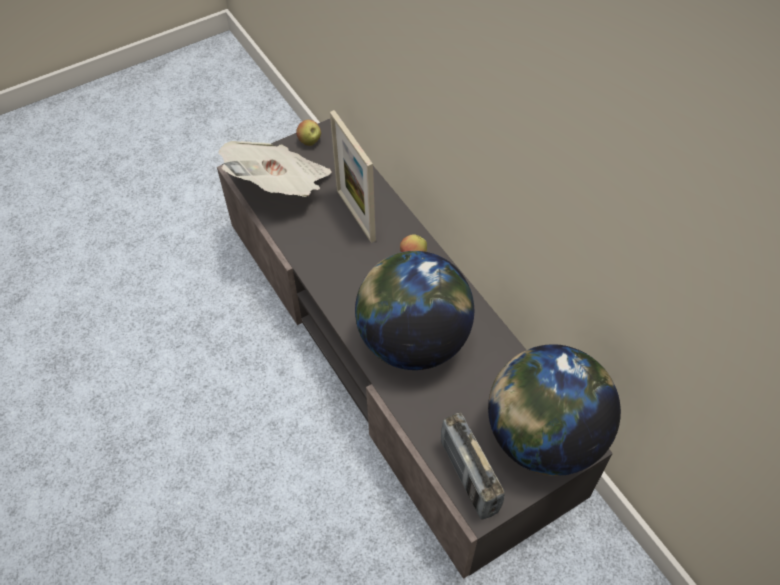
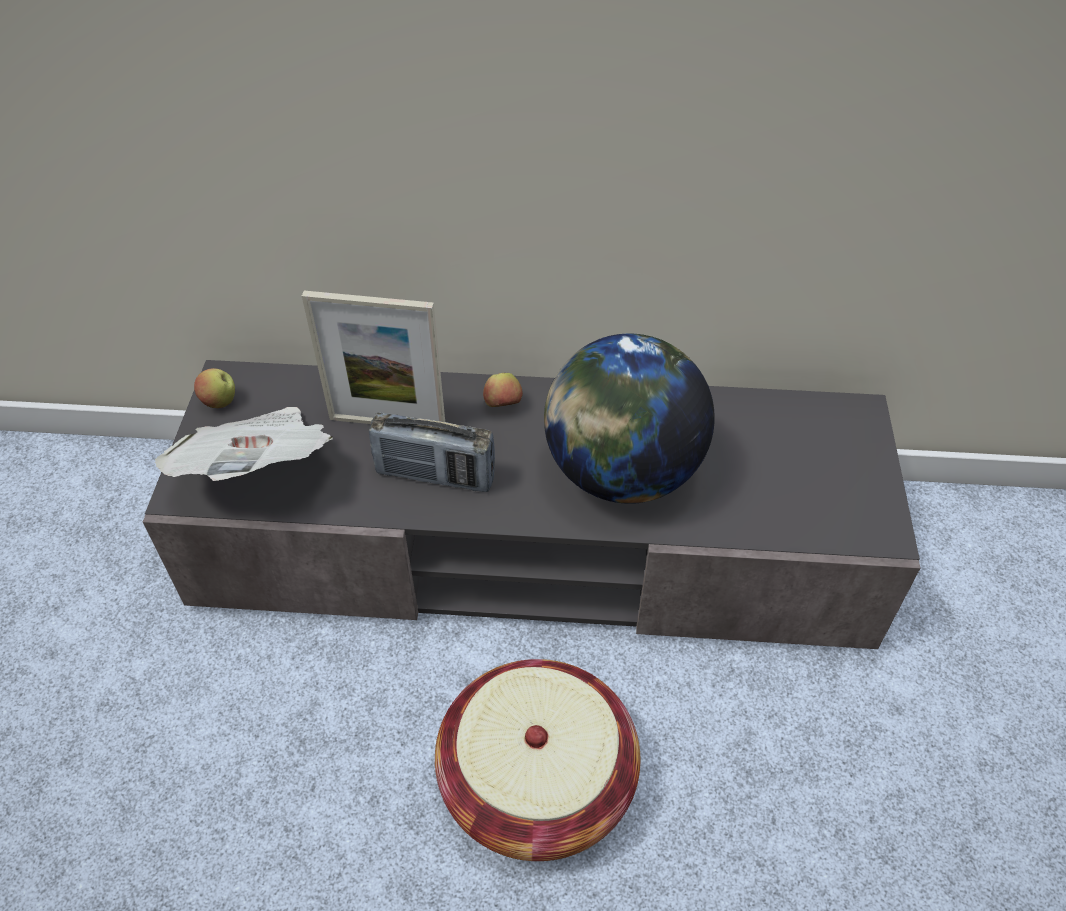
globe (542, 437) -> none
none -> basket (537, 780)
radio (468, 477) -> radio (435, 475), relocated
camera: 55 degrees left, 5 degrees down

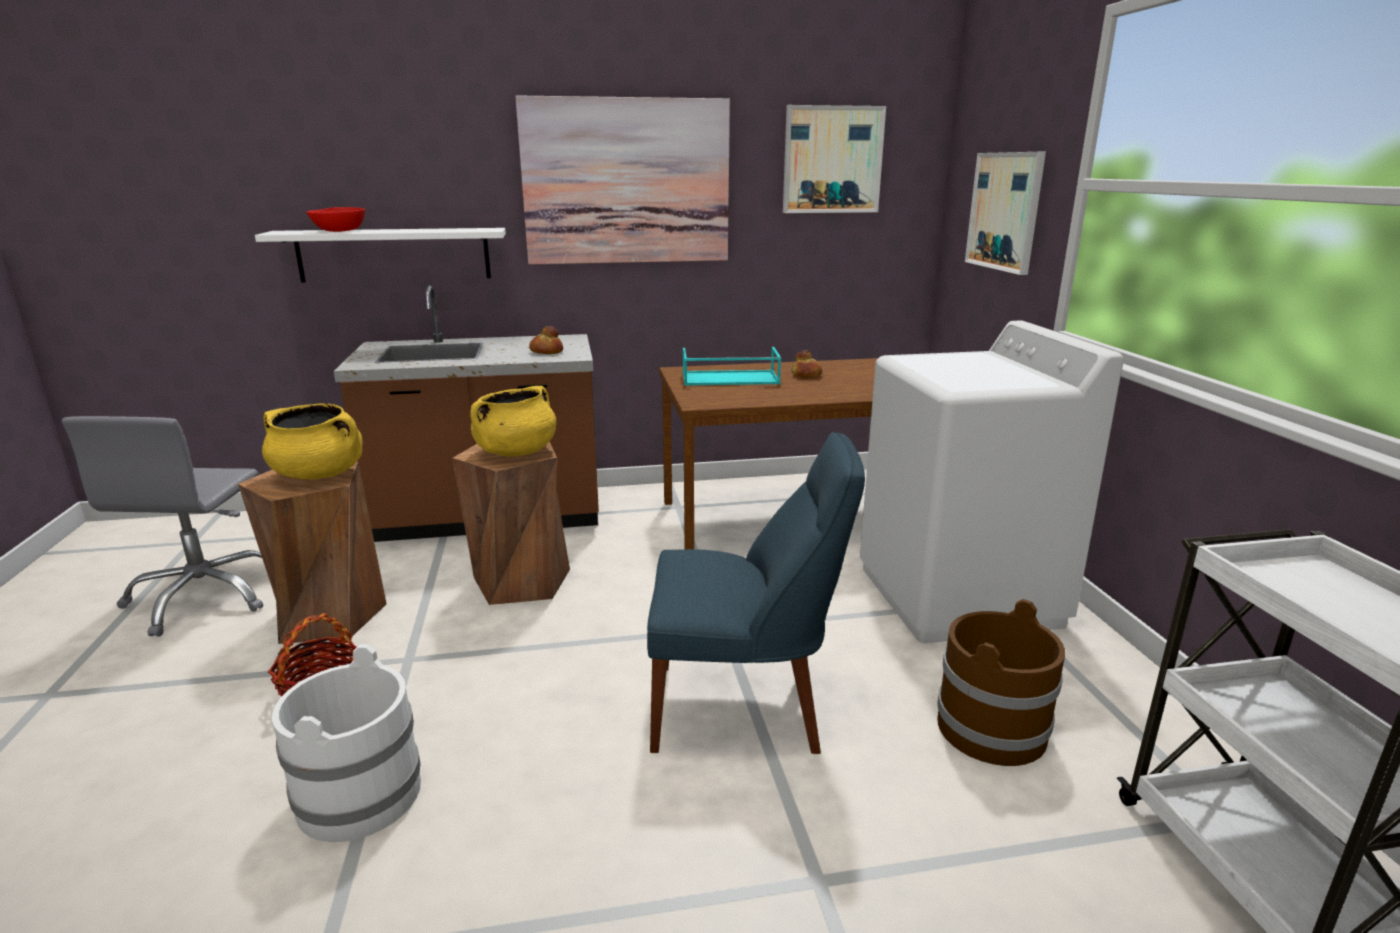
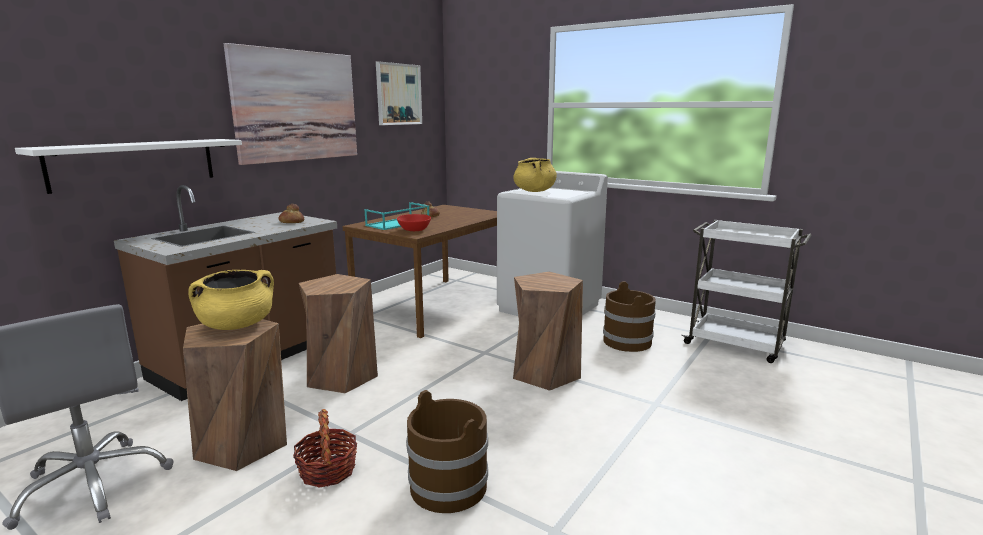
picture (1005, 211) -> none
red bowl (339, 231) -> red bowl (414, 230), relocated
yellow cooking pot (516, 452) -> yellow cooking pot (534, 191), relocated
blue chair (744, 708) -> brown stool (545, 373)
white bucket (359, 794) -> brown bucket (448, 486)
camera: 45 degrees left, 5 degrees down

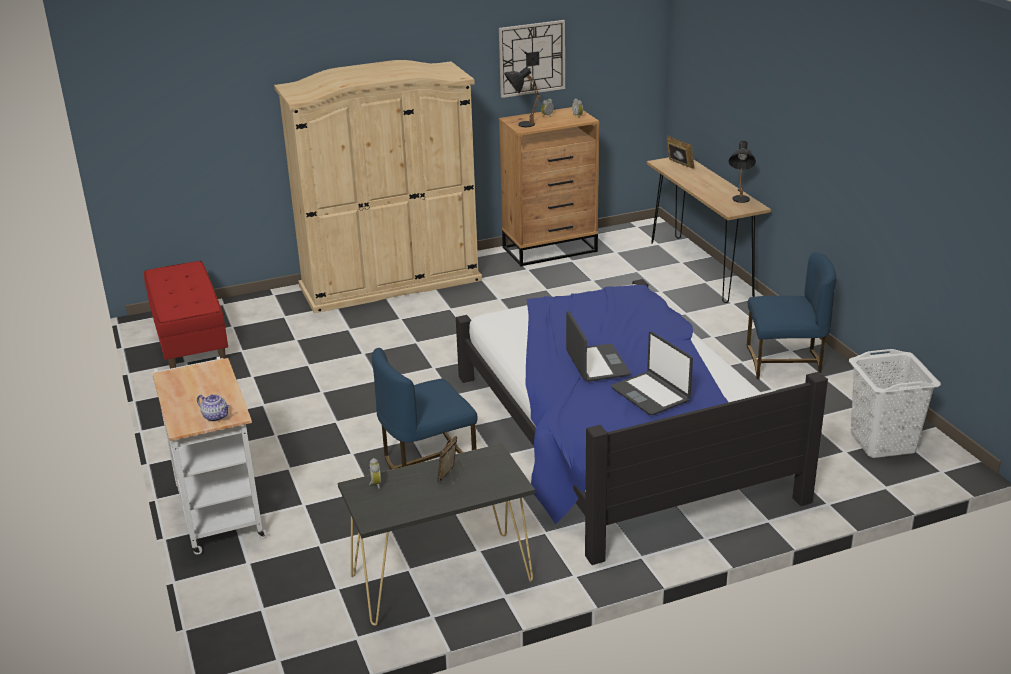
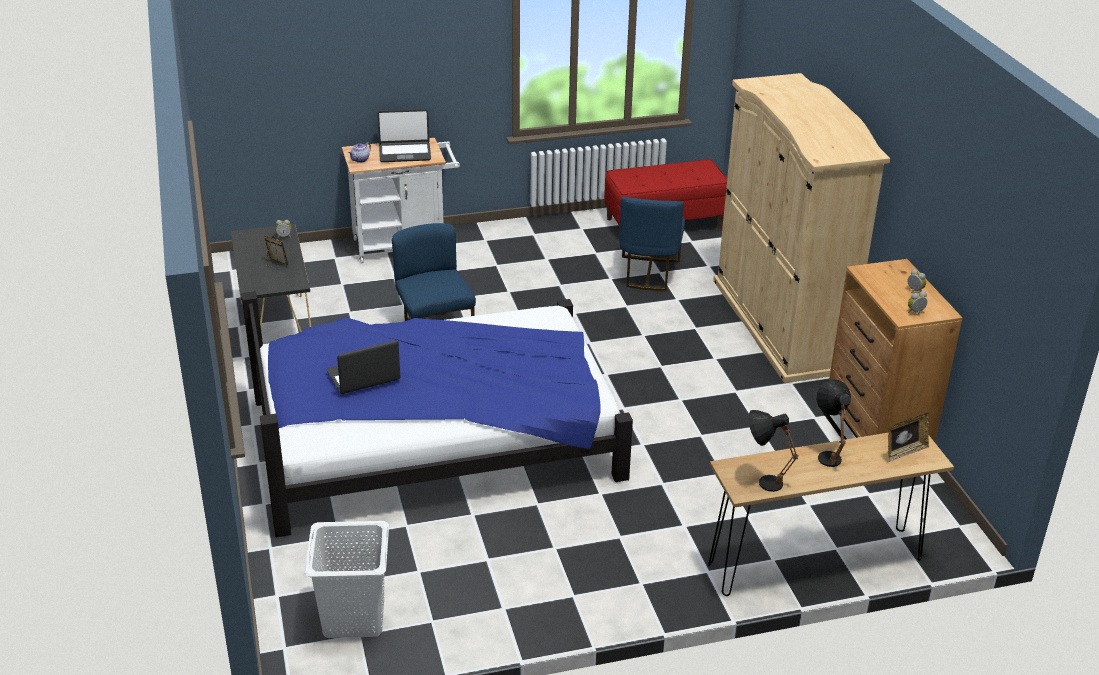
wall clock (532, 58) -> none
black table lamp (520, 125) -> black table lamp (828, 453), relocated
laptop (596, 364) -> laptop (405, 153), relocated
blue chair (784, 362) -> blue chair (648, 273), relocated
camera: 95 degrees right, 5 degrees up

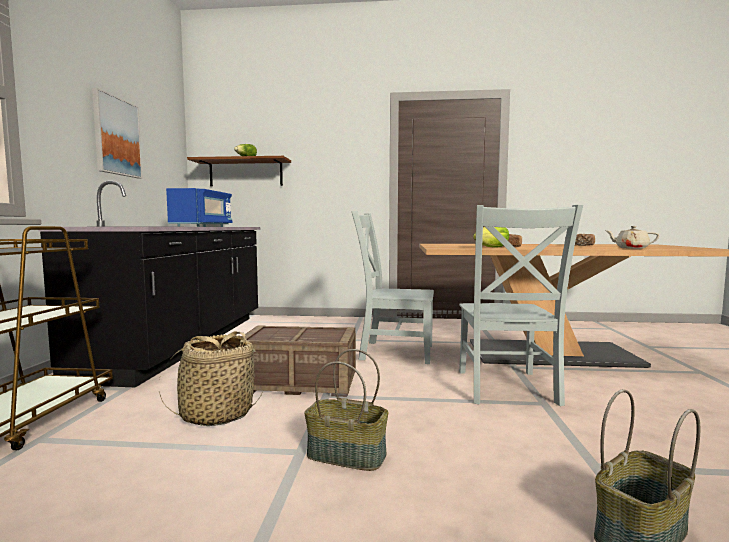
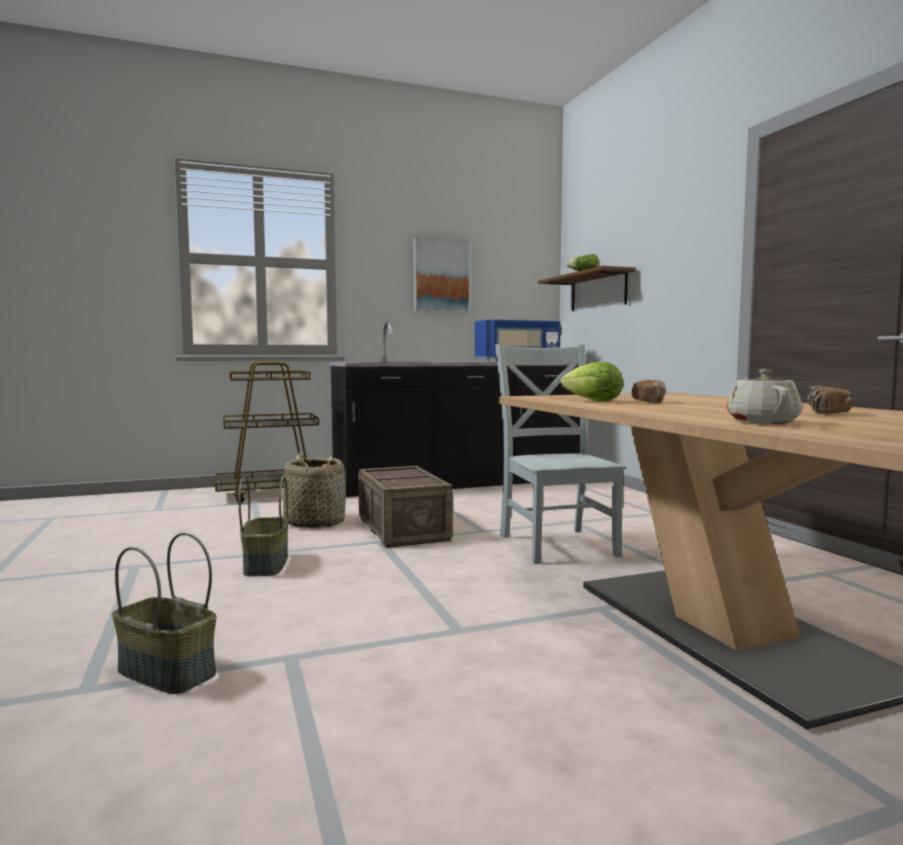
grey chair (506, 389) -> none
camera: 65 degrees right, 0 degrees up

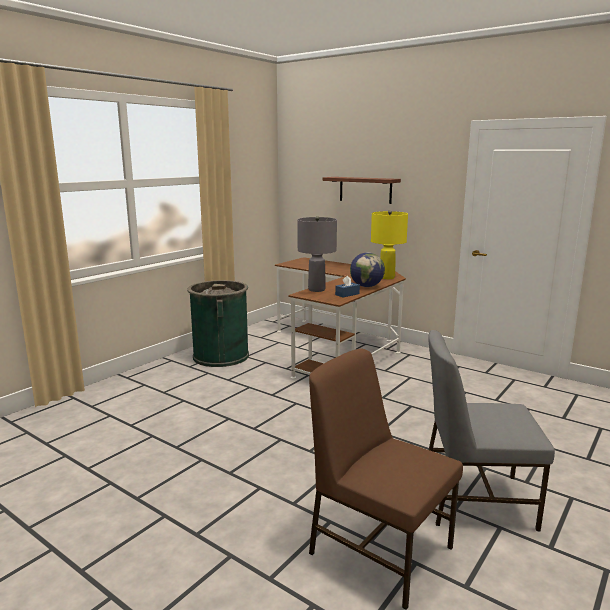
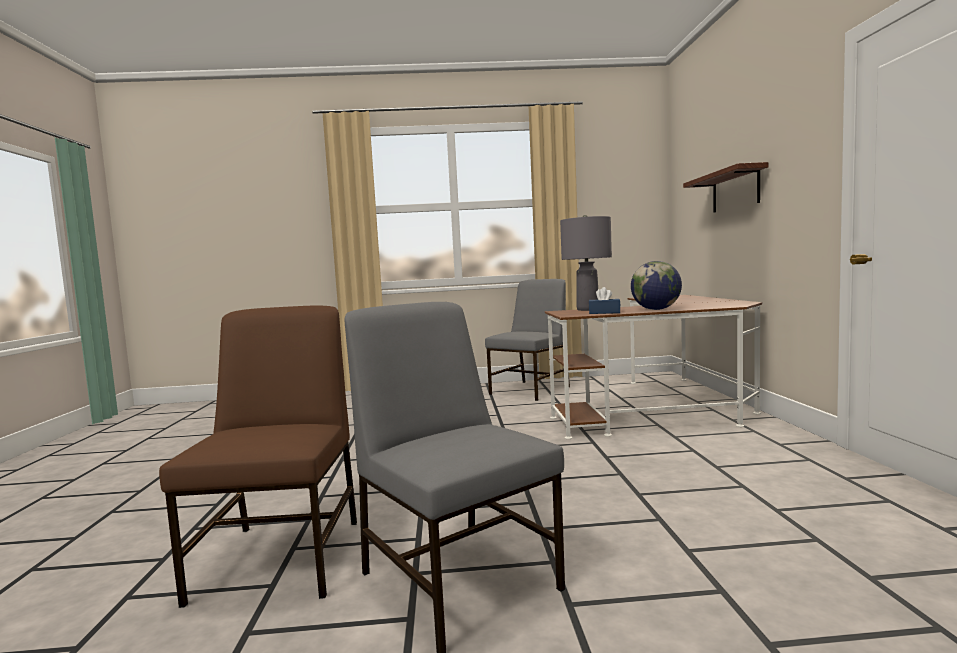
yellow table lamp (387, 277) -> none
green trash can (221, 356) -> grey chair (531, 390)
camera: 50 degrees right, 10 degrees down

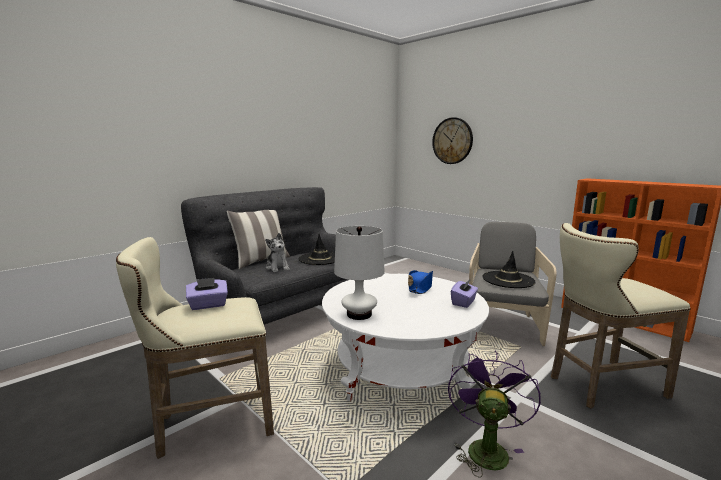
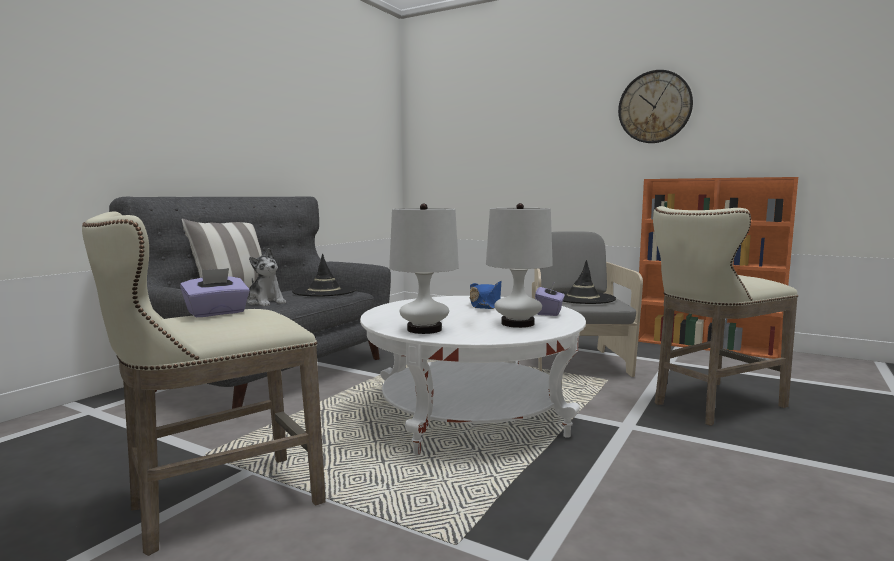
purple fan (486, 448) -> none
none -> white table lamp (517, 323)
wall clock (452, 141) -> wall clock (654, 107), relocated
camera: 15 degrees left, 5 degrees down

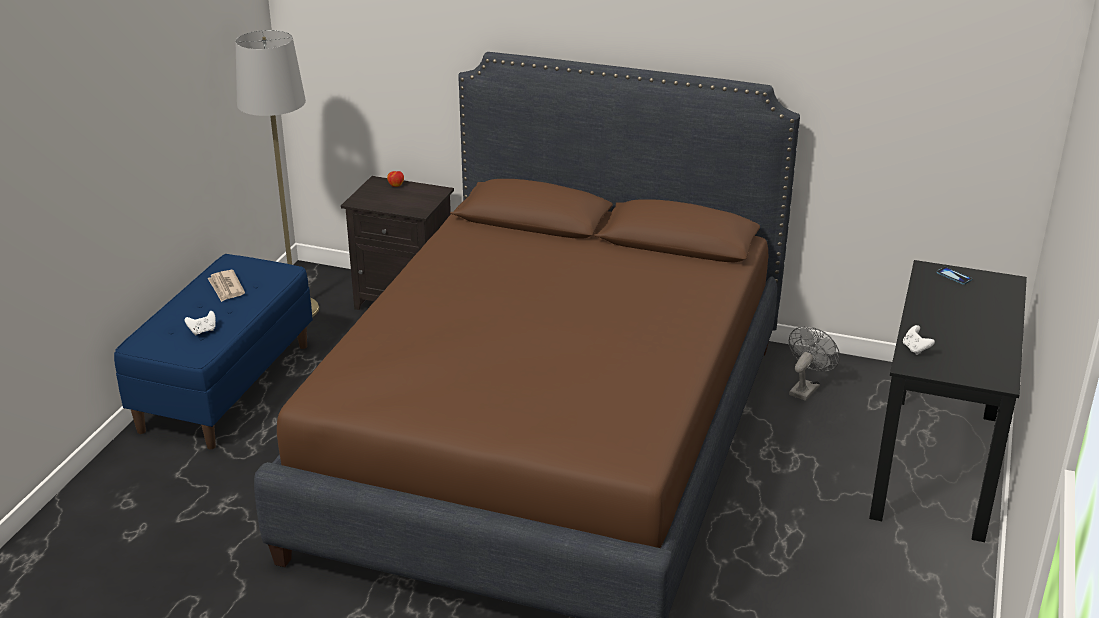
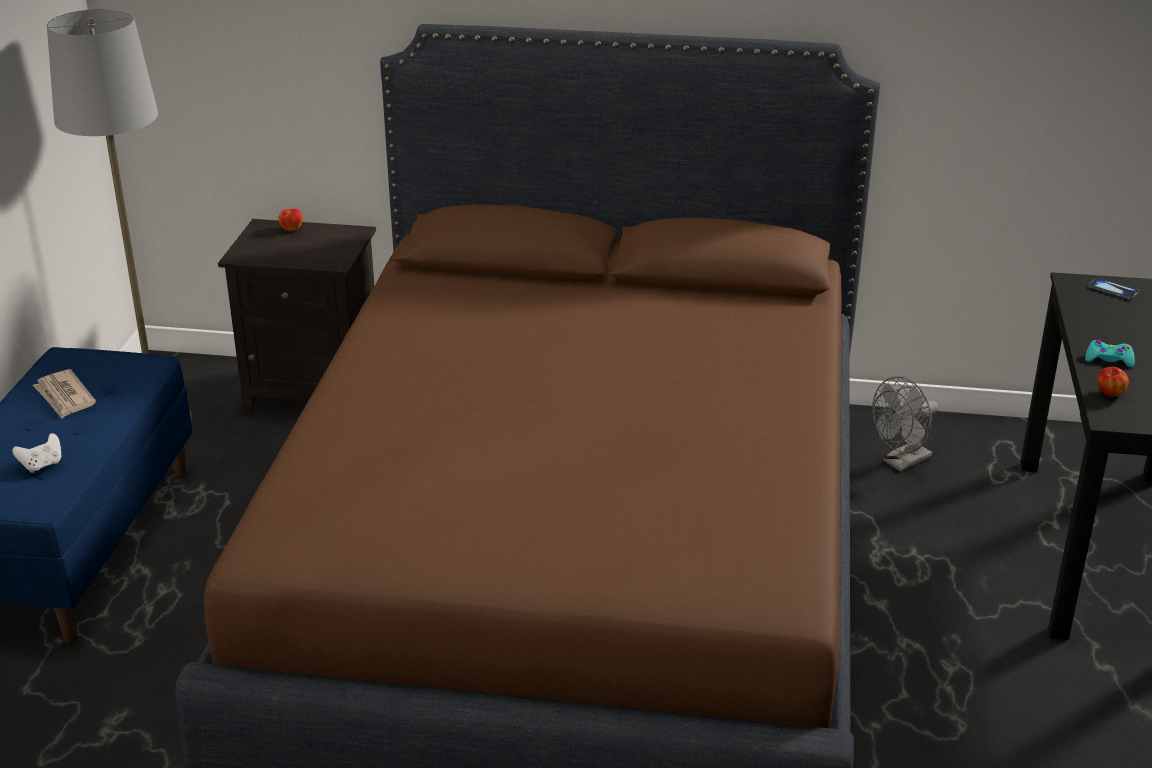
none -> turquoise game controller (1108, 359)
white game controller (915, 349) -> apple (1110, 394)
grey fan (806, 388) -> grey fan (902, 462), 150 degrees counterclockwise
camera: 10 degrees left, 0 degrees up

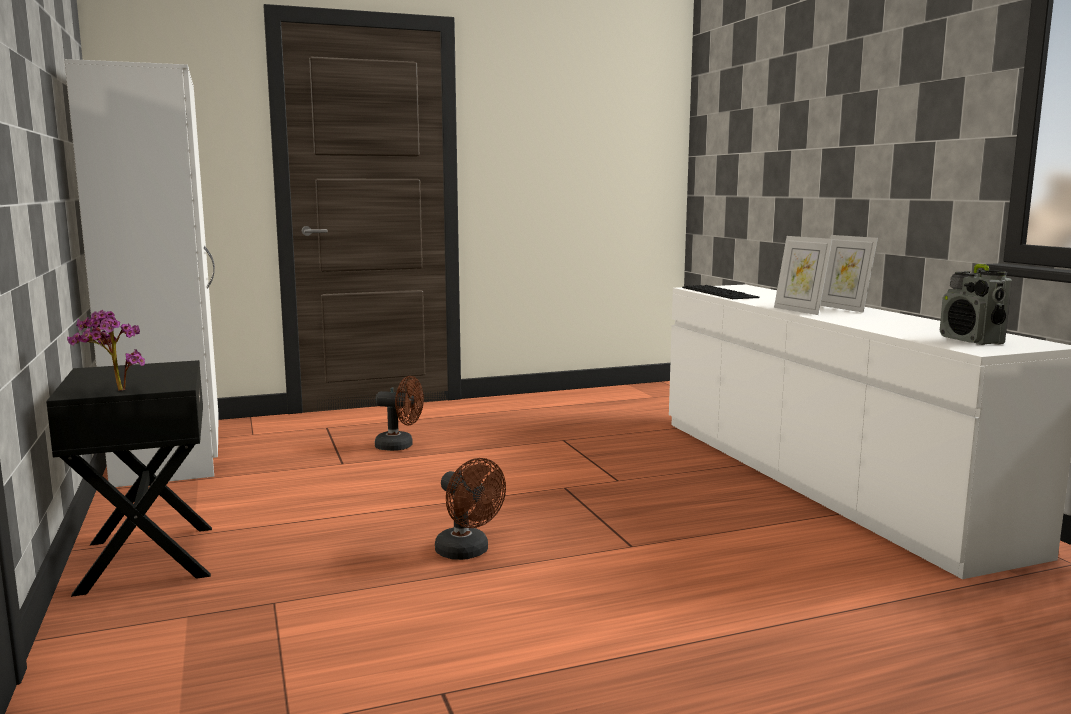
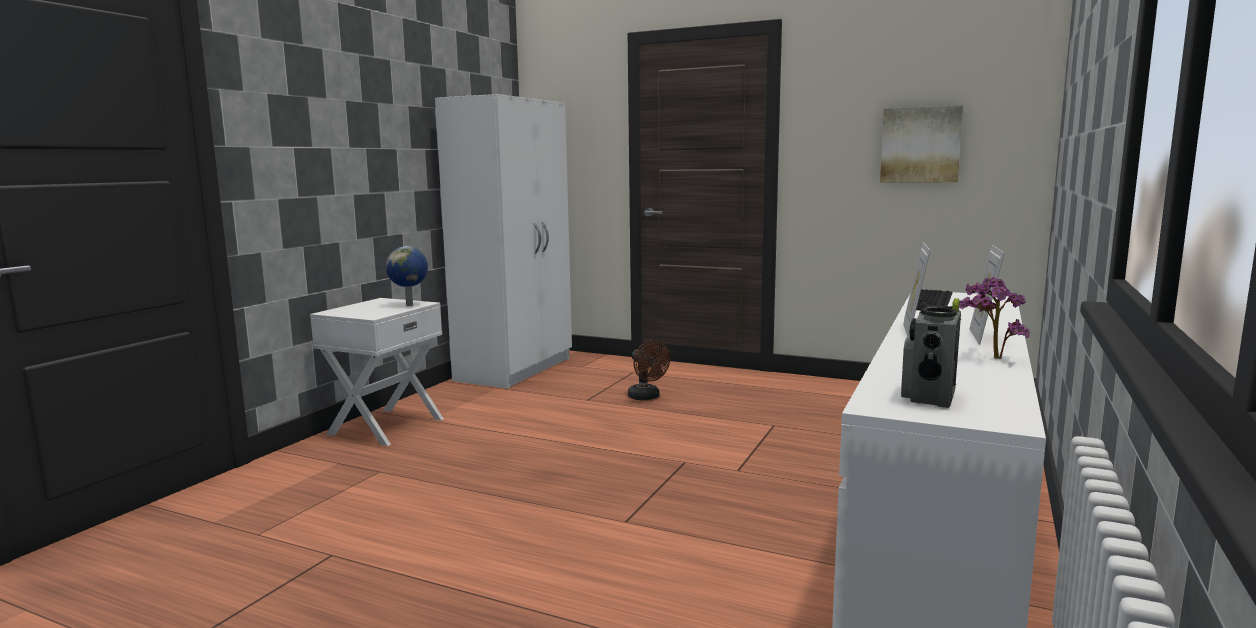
brown fan (468, 552) -> none
none -> globe (410, 305)
none -> picture (920, 145)
potted plant (114, 391) -> potted plant (990, 358), relocated
black nightstand (145, 559) -> white nightstand (385, 426)
camera: 45 degrees right, 0 degrees up

